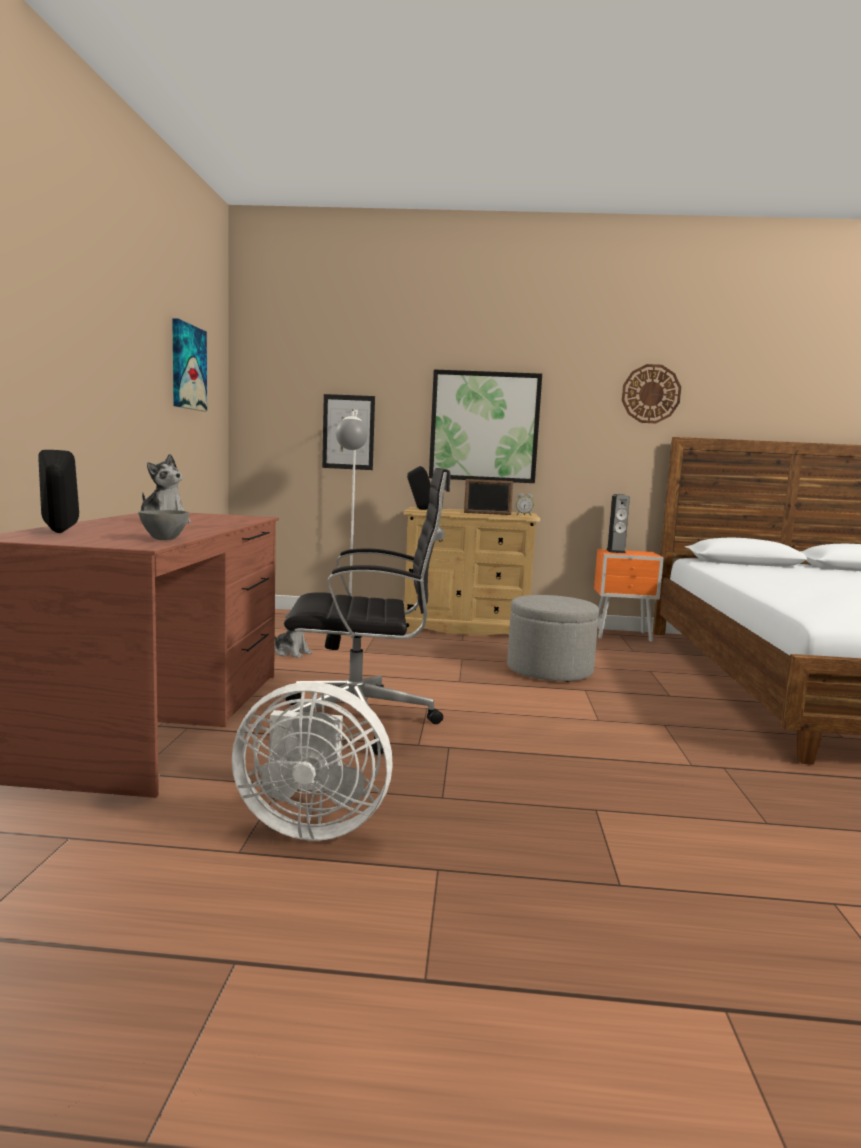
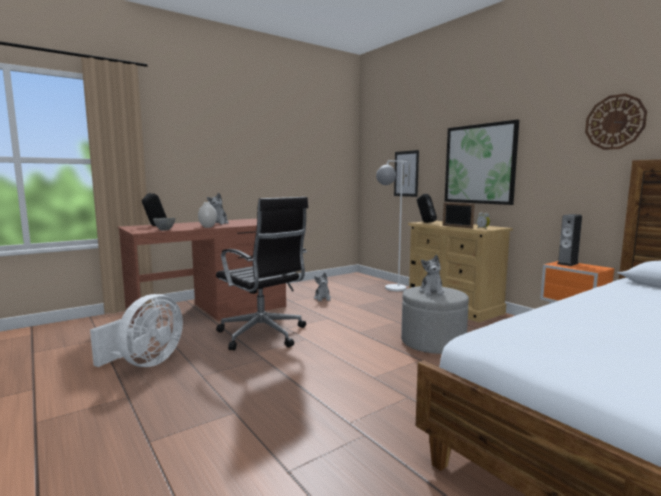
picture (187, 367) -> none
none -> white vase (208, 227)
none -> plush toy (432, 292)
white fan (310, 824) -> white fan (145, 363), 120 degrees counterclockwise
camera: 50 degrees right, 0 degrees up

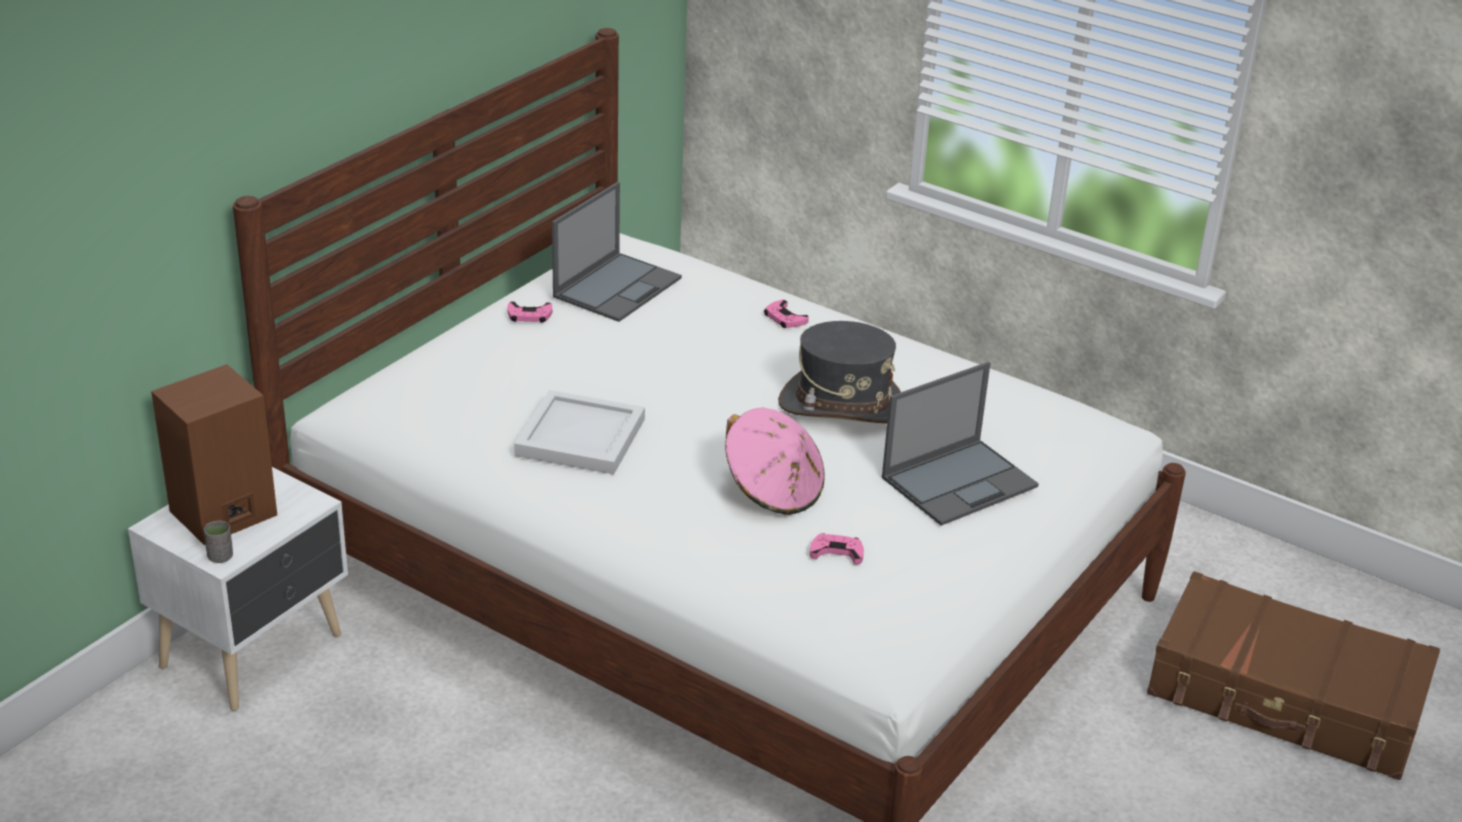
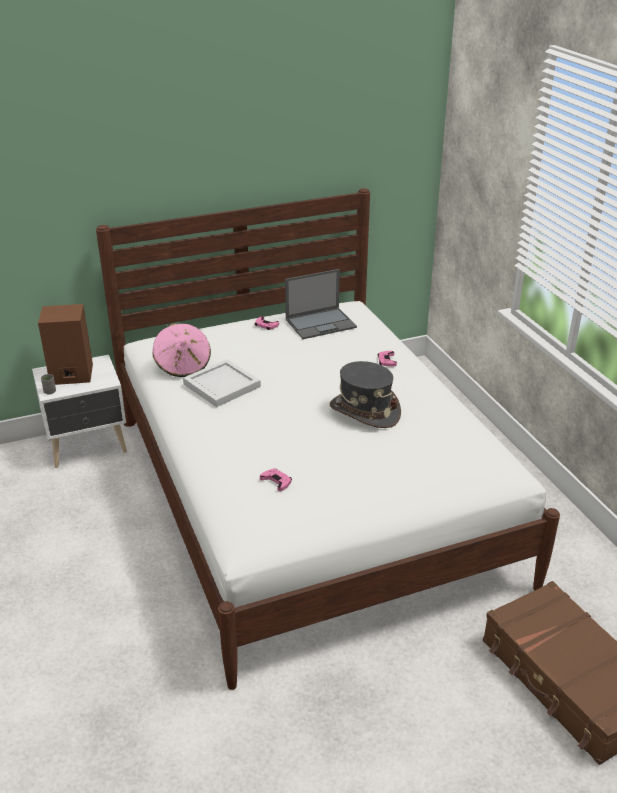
laptop (960, 481) -> none
pink hat (773, 490) -> pink hat (183, 365), relocated
camera: 35 degrees right, 0 degrees up

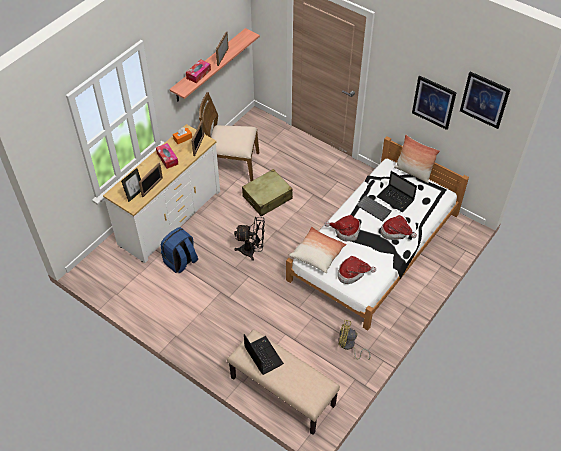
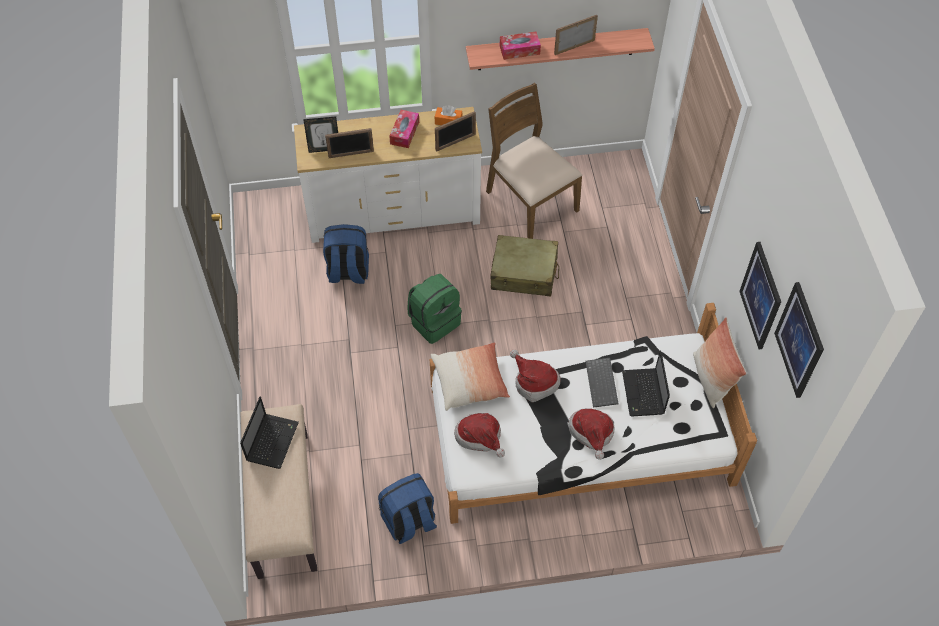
black fan (252, 251) -> green backpack (434, 321)
yellow fan (349, 346) -> blue backpack (409, 522)
camera: 45 degrees right, 5 degrees up

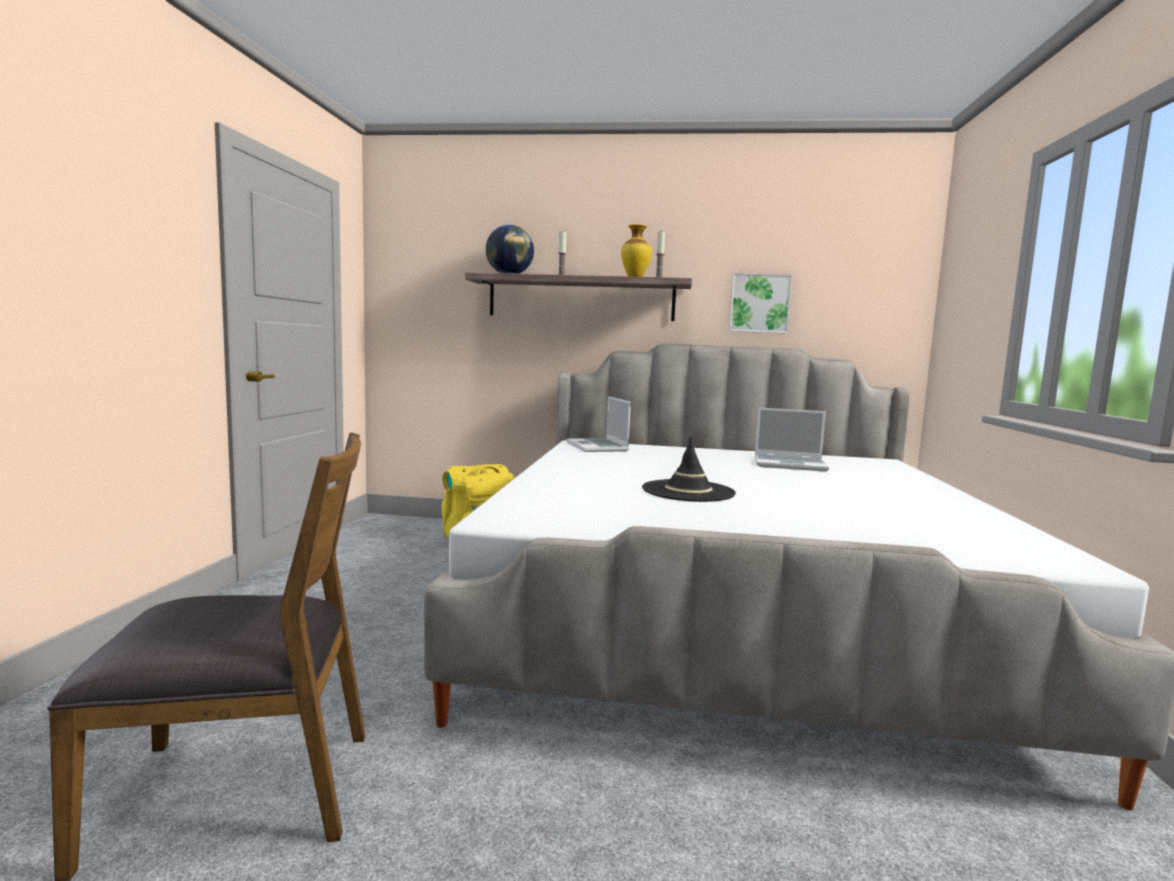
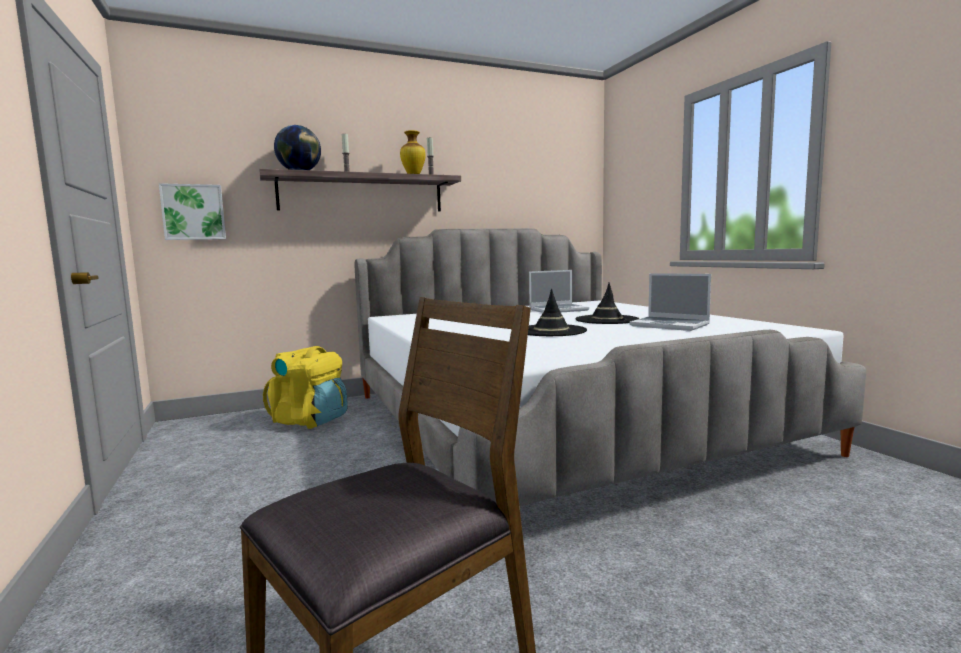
none -> black hat (606, 320)
laptop (598, 447) -> laptop (670, 325), relocated
picture (759, 303) -> picture (193, 212), relocated
camera: 30 degrees left, 0 degrees up

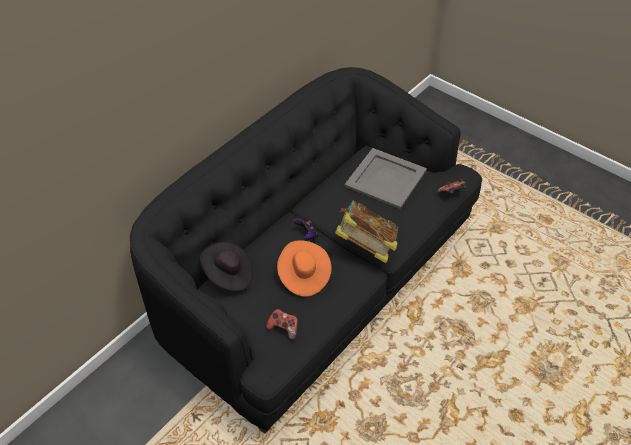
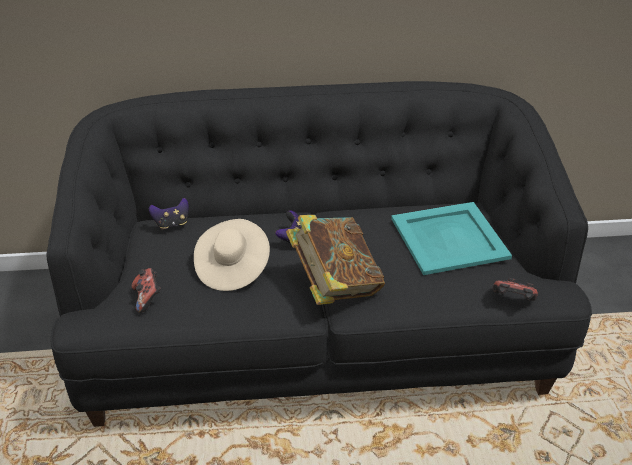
black hat (228, 275) -> game controller (172, 224)
orange hat (303, 276) -> beige hat (232, 268)
grey tray (386, 178) -> turquoise tray (450, 238)
camera: 45 degrees right, 10 degrees down

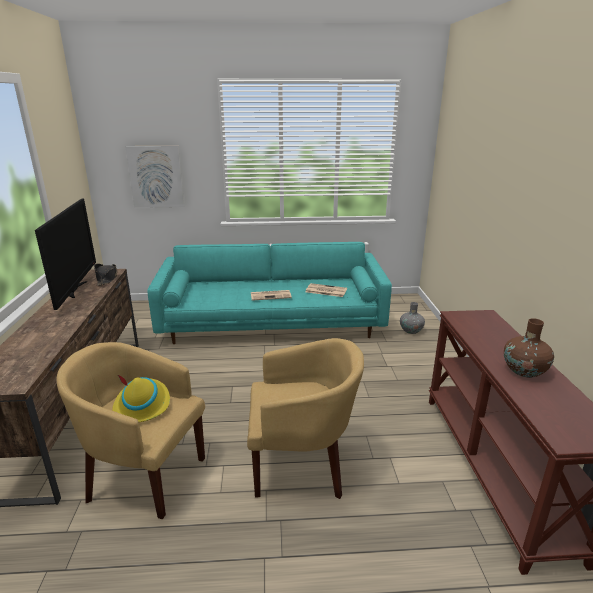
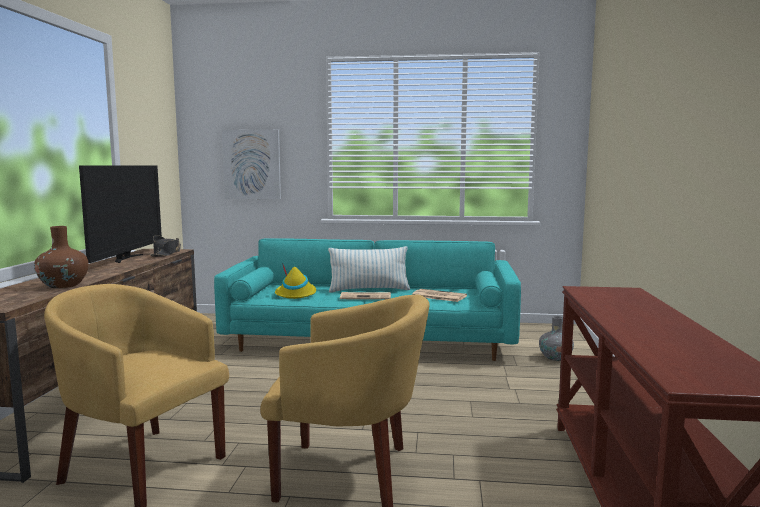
none -> pillow (369, 290)
yellow hat (142, 404) -> yellow hat (295, 294), relocated
brown vase (524, 371) -> brown vase (63, 285), relocated
camera: 10 degrees right, 15 degrees down

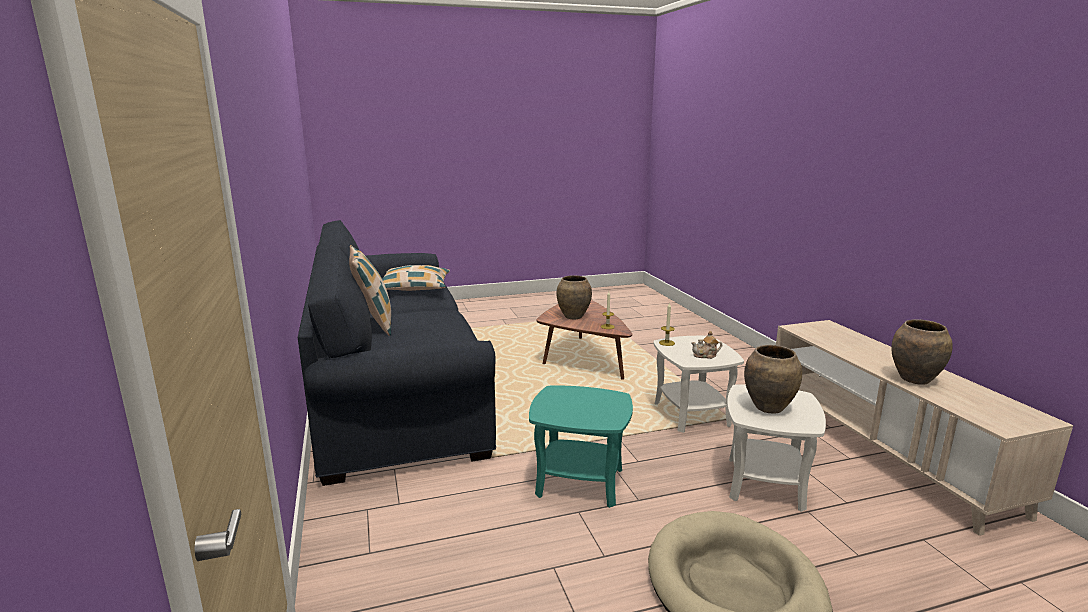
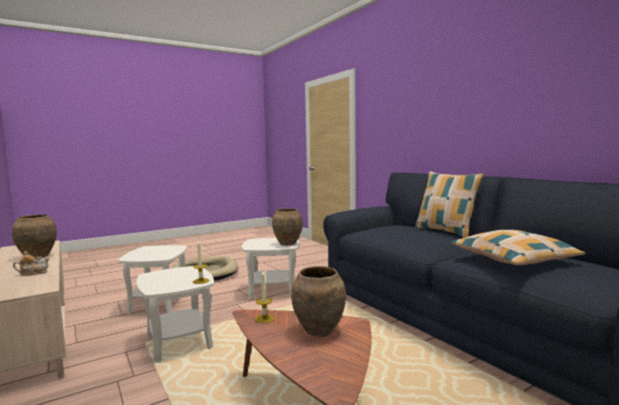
teapot (705, 355) -> teapot (33, 273), relocated
brown vase (769, 408) -> brown vase (287, 244), relocated
turquoise side table (579, 482) -> white side table (273, 291)
camera: 165 degrees right, 10 degrees down

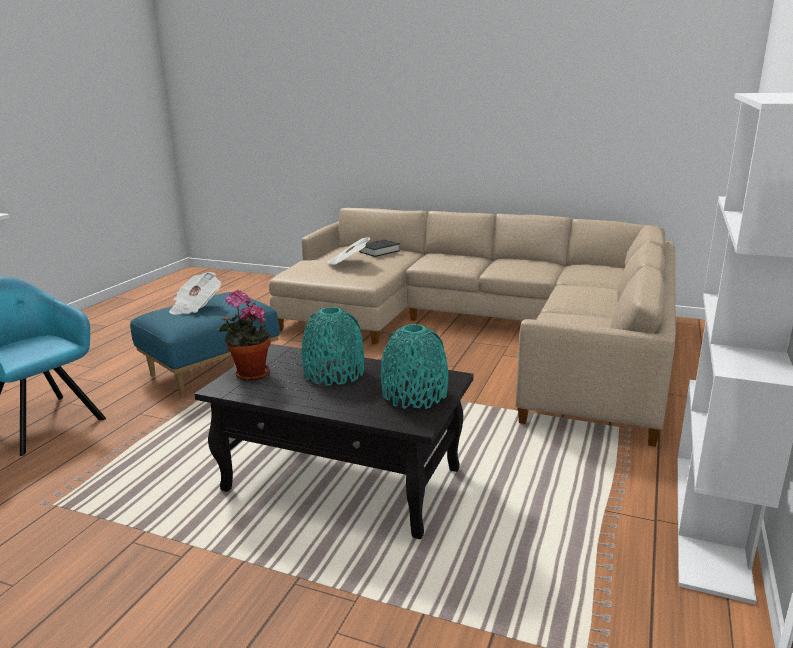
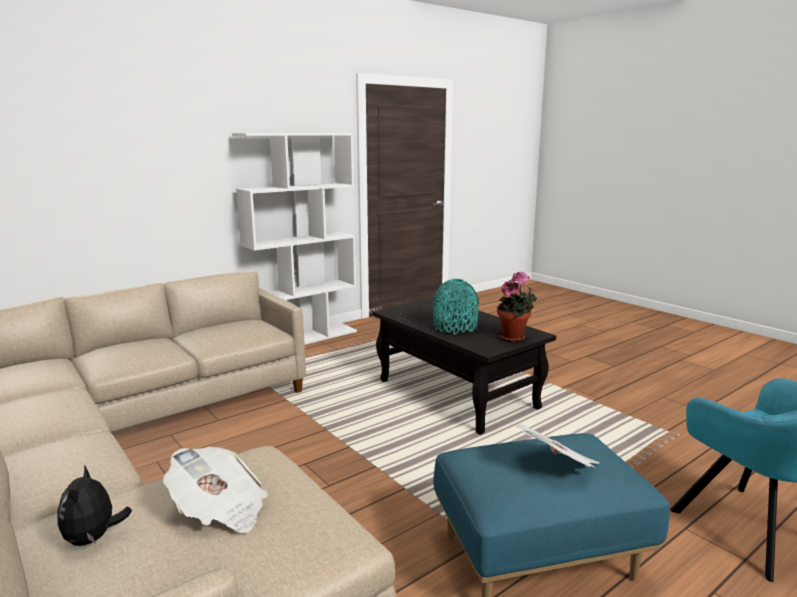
turquoise vase (414, 395) -> none
black book (379, 251) -> plush toy (94, 538)
camera: 150 degrees left, 5 degrees down

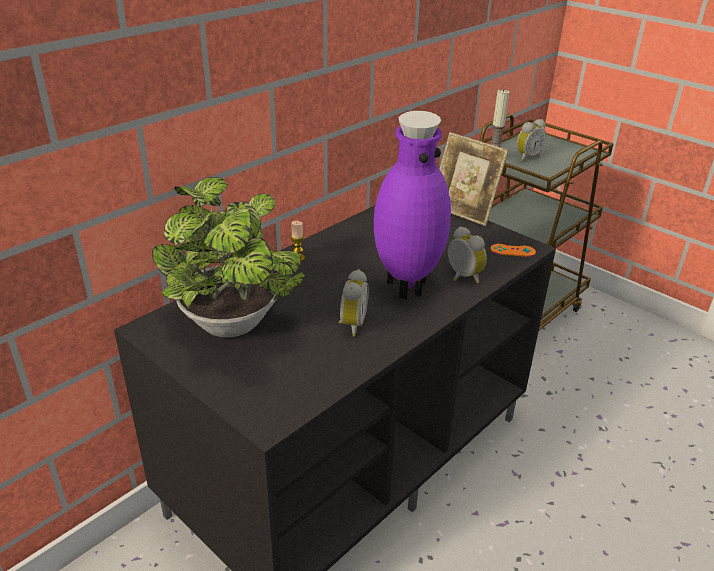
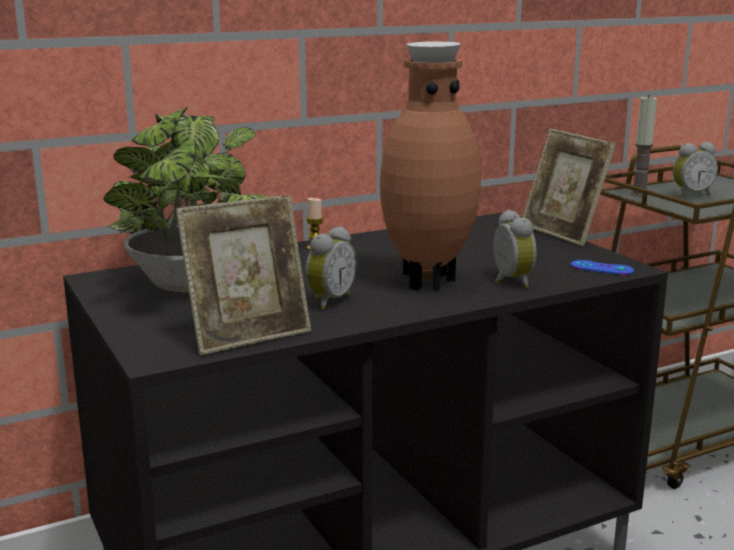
none -> picture frame (248, 336)
purple vase (405, 286) -> brown vase (426, 281)
orange game controller (512, 250) -> blue game controller (601, 268)
camera: 20 degrees right, 15 degrees down

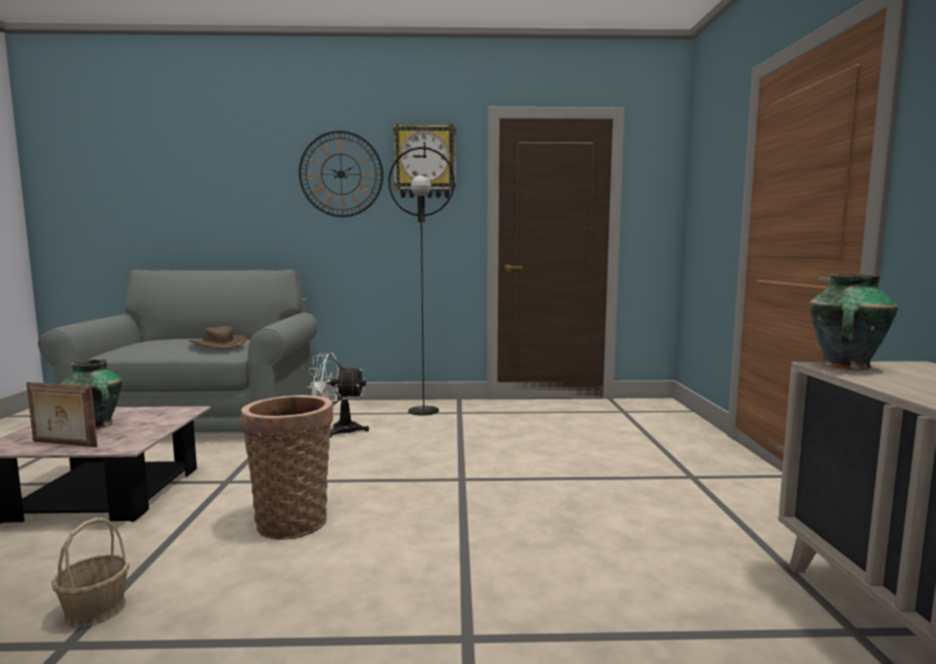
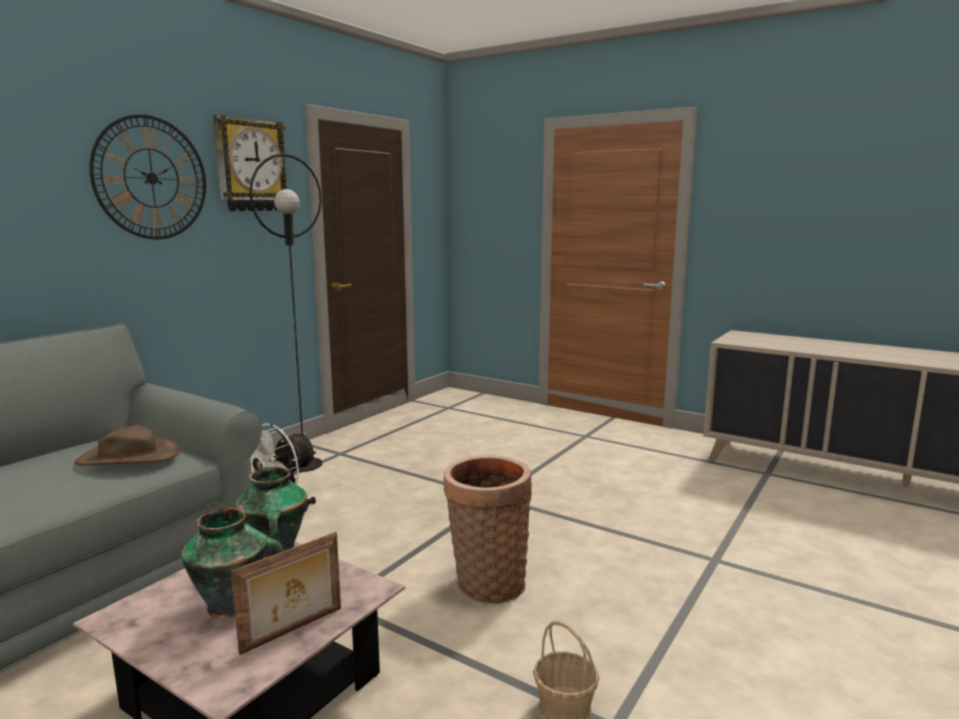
vase (845, 366) -> vase (276, 553), relocated
camera: 55 degrees left, 5 degrees up

